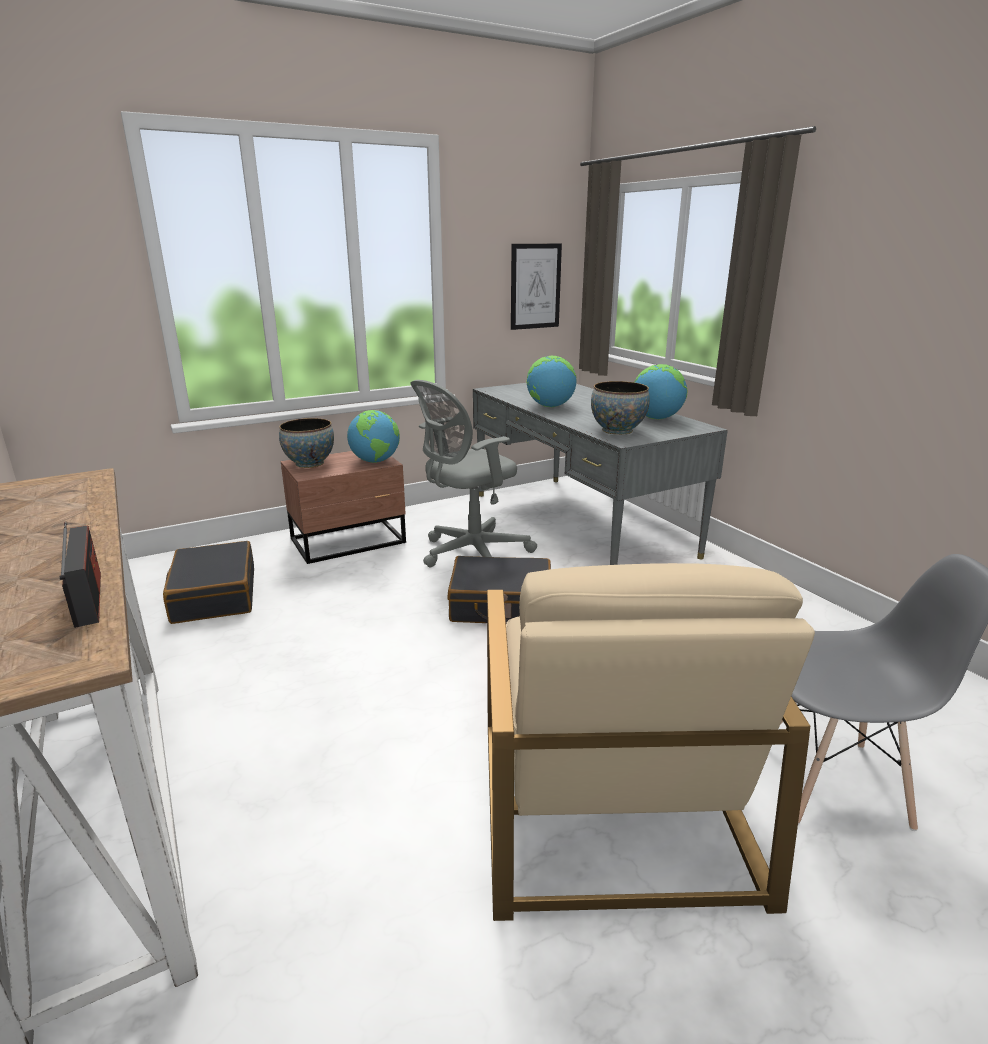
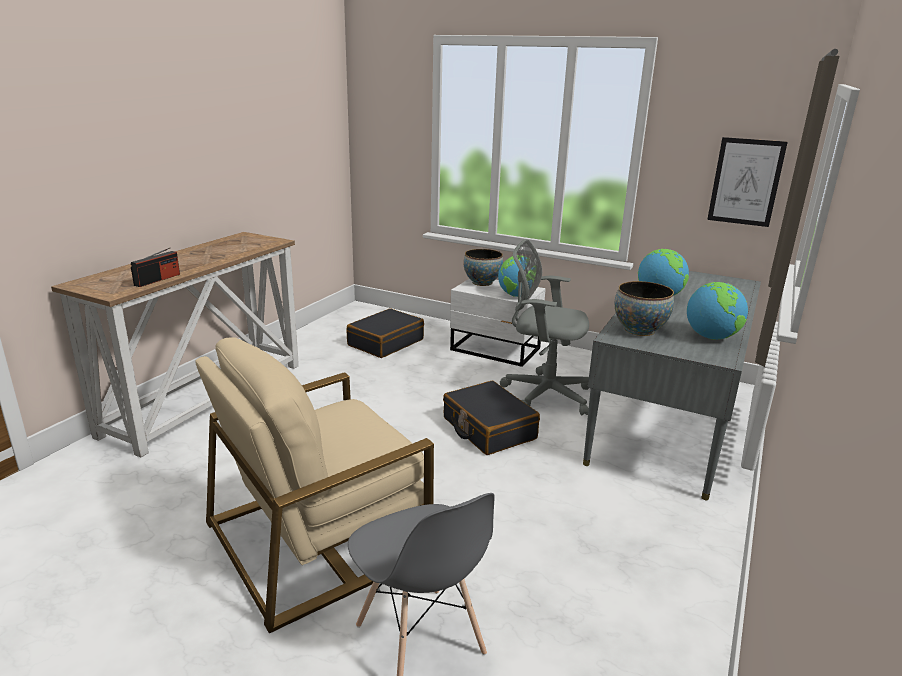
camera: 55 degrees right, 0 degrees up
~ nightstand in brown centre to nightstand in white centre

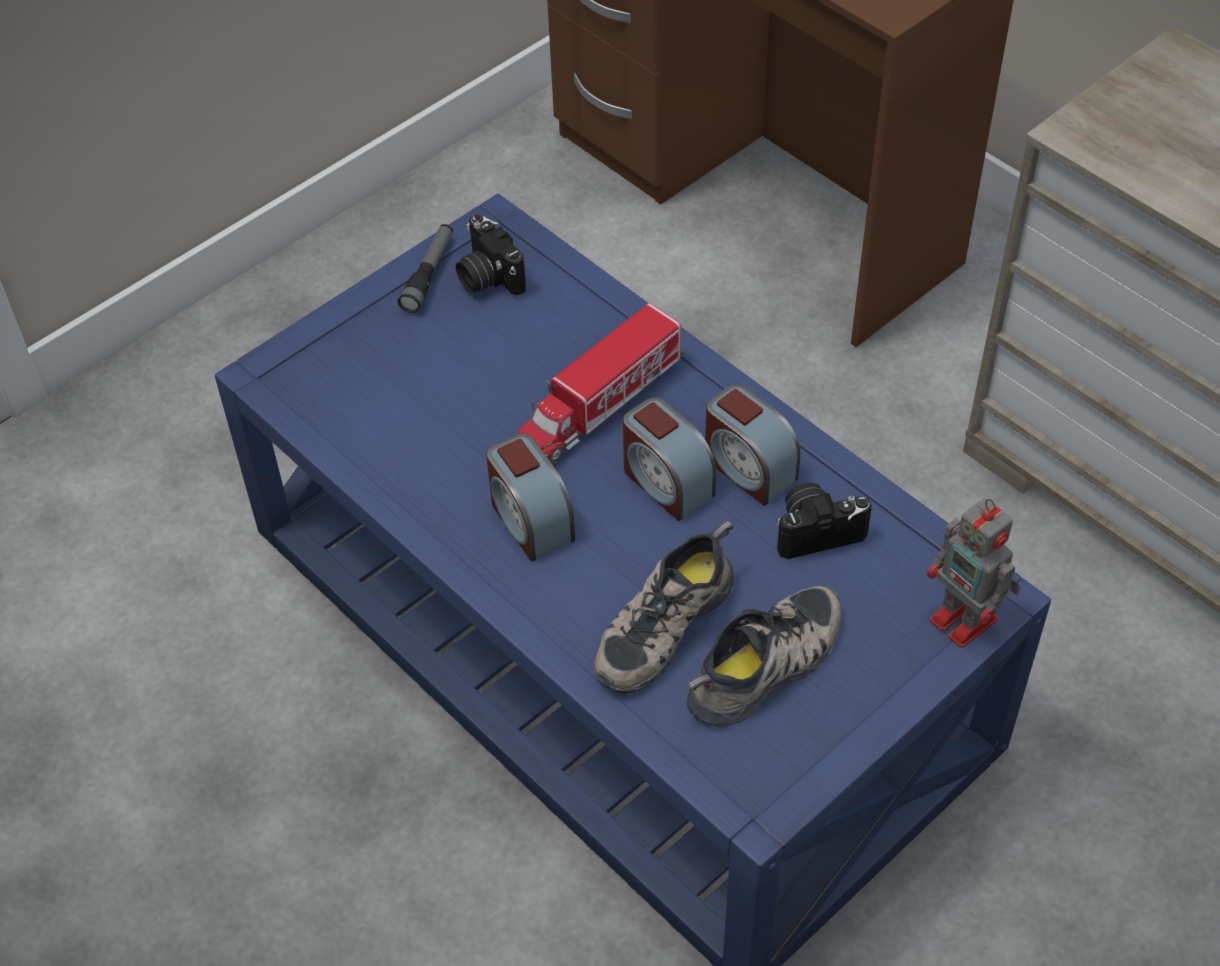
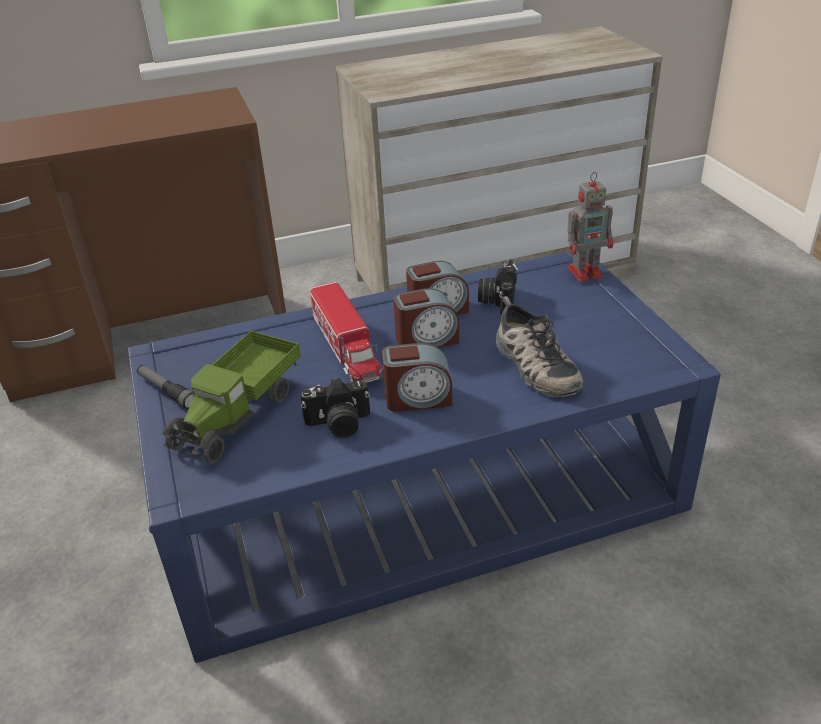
camera: 65 degrees left, 15 degrees down
+ toy truck (no. 1 from left) middle left
~ photo camera (no. 1 from left) top centre to centre
- shoe (no. 2 from left) bottom centre

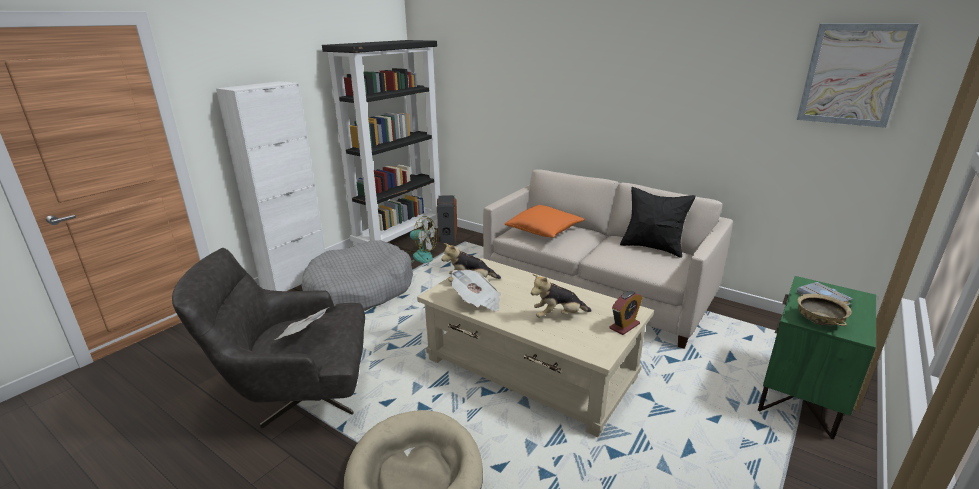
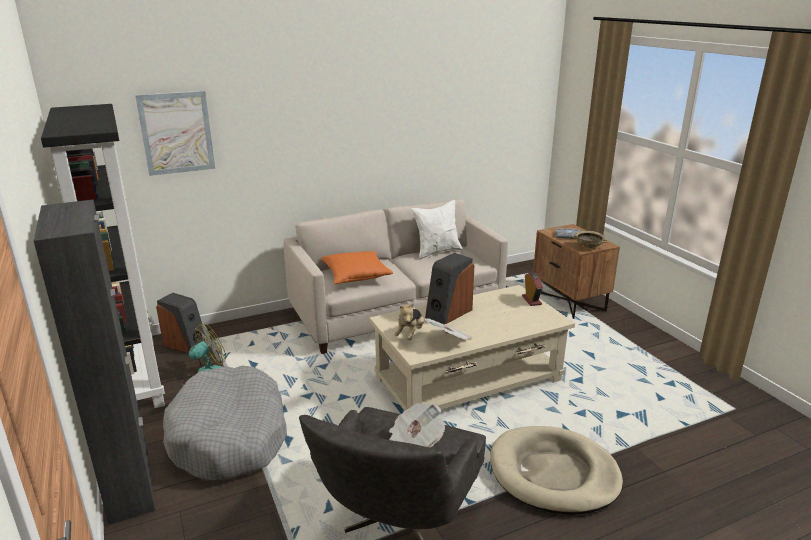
camera: 60 degrees left, 0 degrees up
~ cabinet in white middle left to cabinet in black bottom left
~ picture top right to top left
~ pillow in black middle right to pillow in white centre
+ speaker (no. 2 from left) centre
~ nightstand in green bottom right to nightstand in brown middle right
- plush toy (no. 2 from left) centre

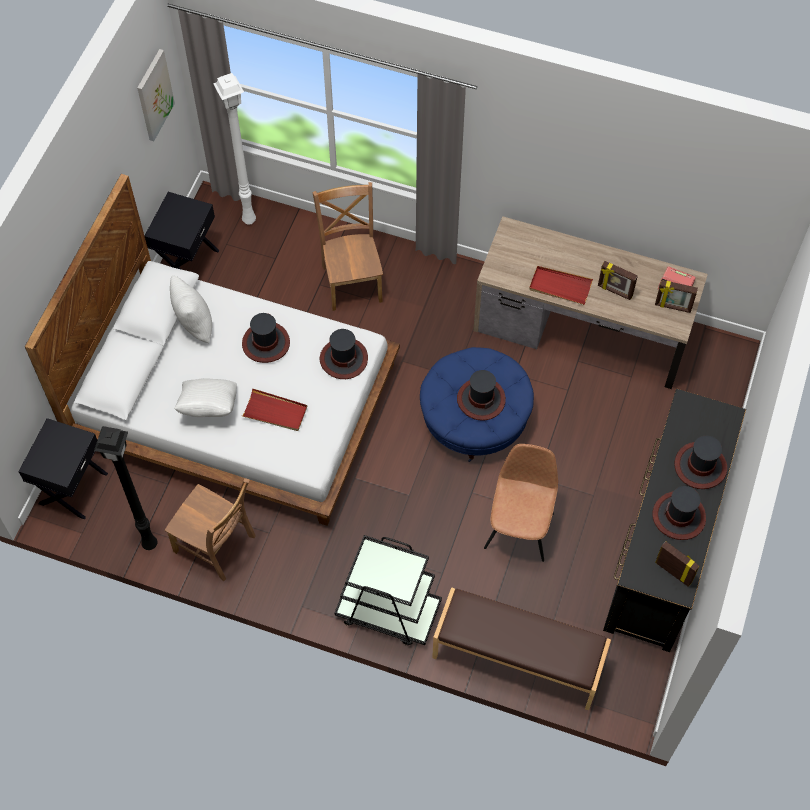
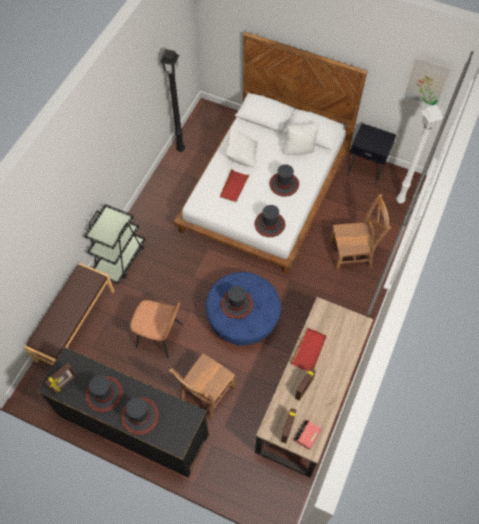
camera: 95 degrees right, 0 degrees up
~ chair in brown (no. 1 from left in the first image) middle left to chair in brown (no. 2 from left) bottom centre
- nightstand in black (no. 1 from left) middle left

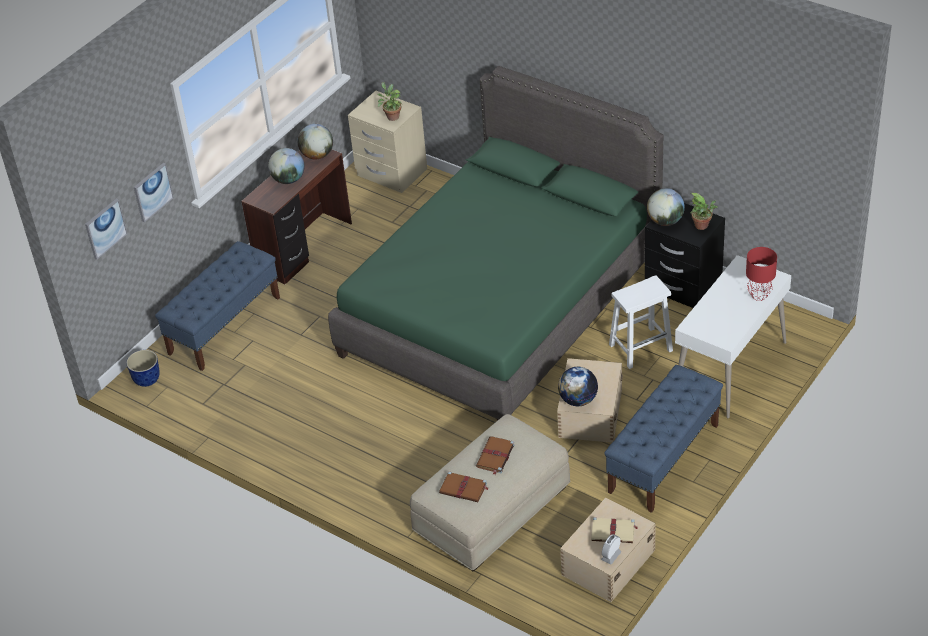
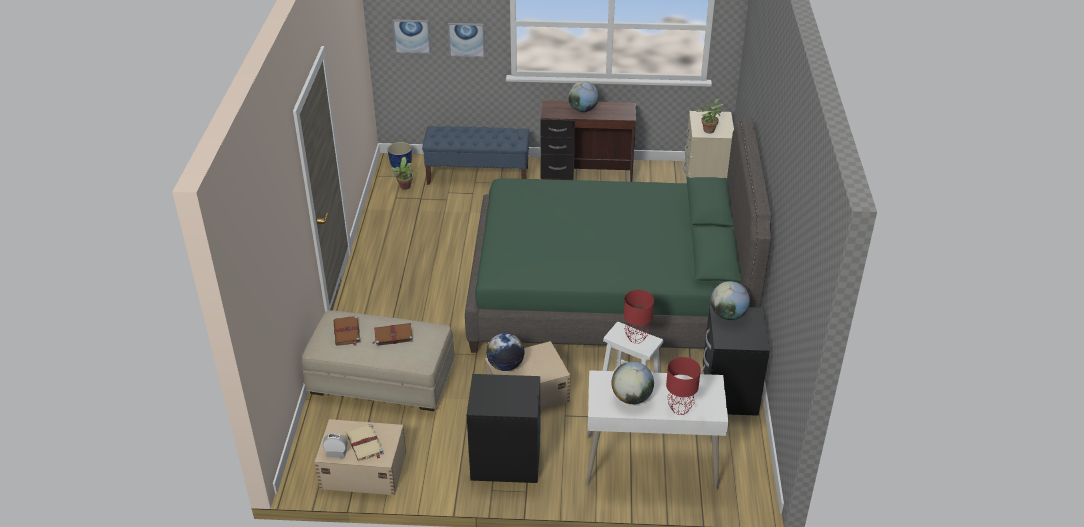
camera: 55 degrees right, 5 degrees down
~ potted plant (no. 2 from left in the first image) top right to potted plant (no. 1 from left) top centre
~ bench in blue (no. 2 from left) bottom right to nightstand in black (no. 1 from left) bottom centre
~ globe (no. 2 from left in the first image) top centre to globe (no. 3 from left) bottom centre
+ table lamp in red (no. 1 from left) centre

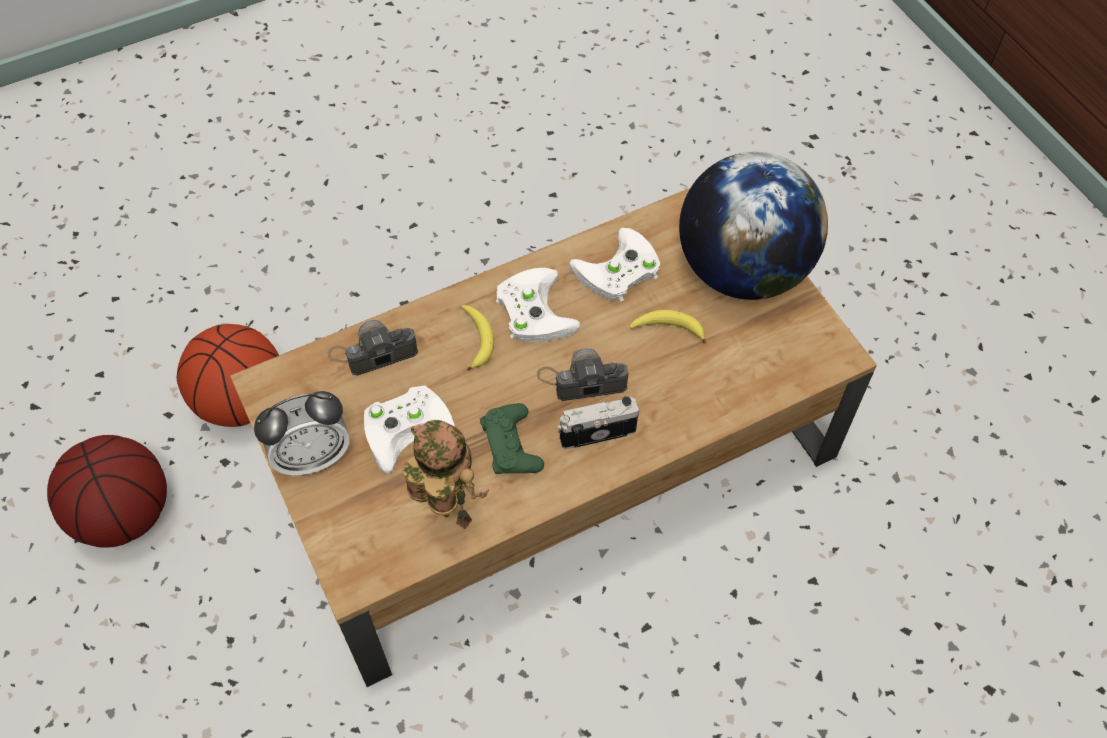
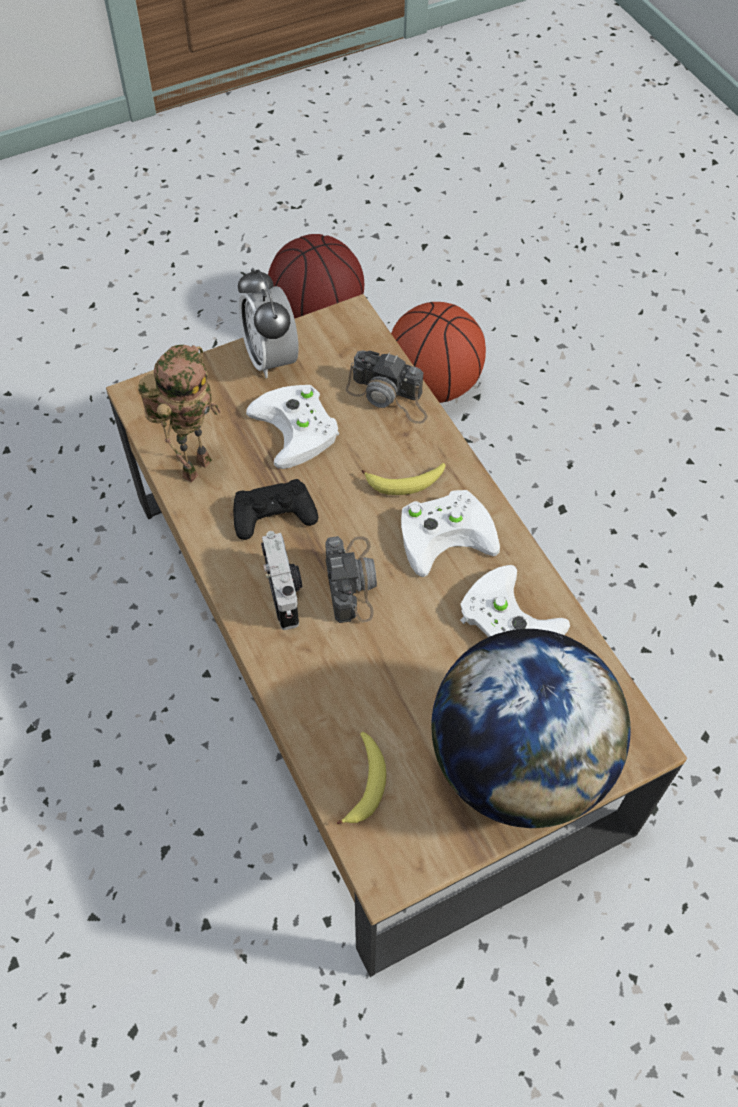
camera: 90 degrees right, 0 degrees up
~ game controller in green centre to game controller in black centre
~ banana (no. 2 from left in the first image) centre to banana (no. 1 from left) bottom centre
~ photo camera (no. 1 from left in the first image) centre = centre 135 degrees clockwise

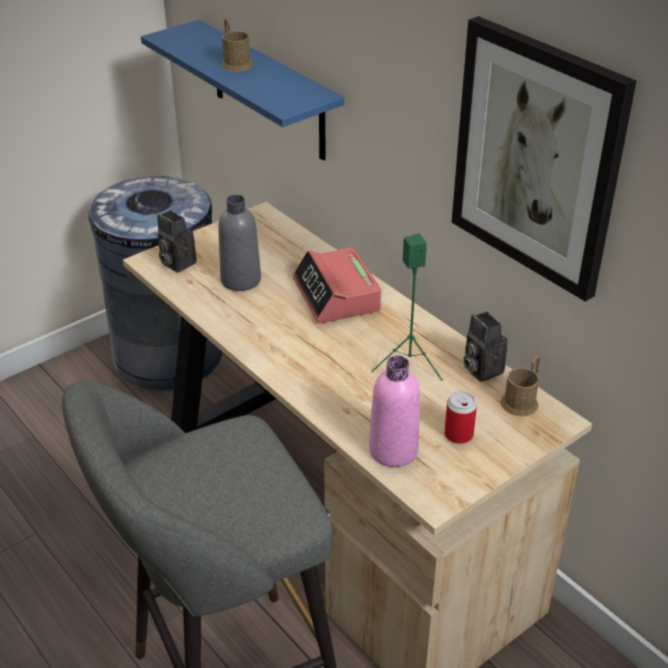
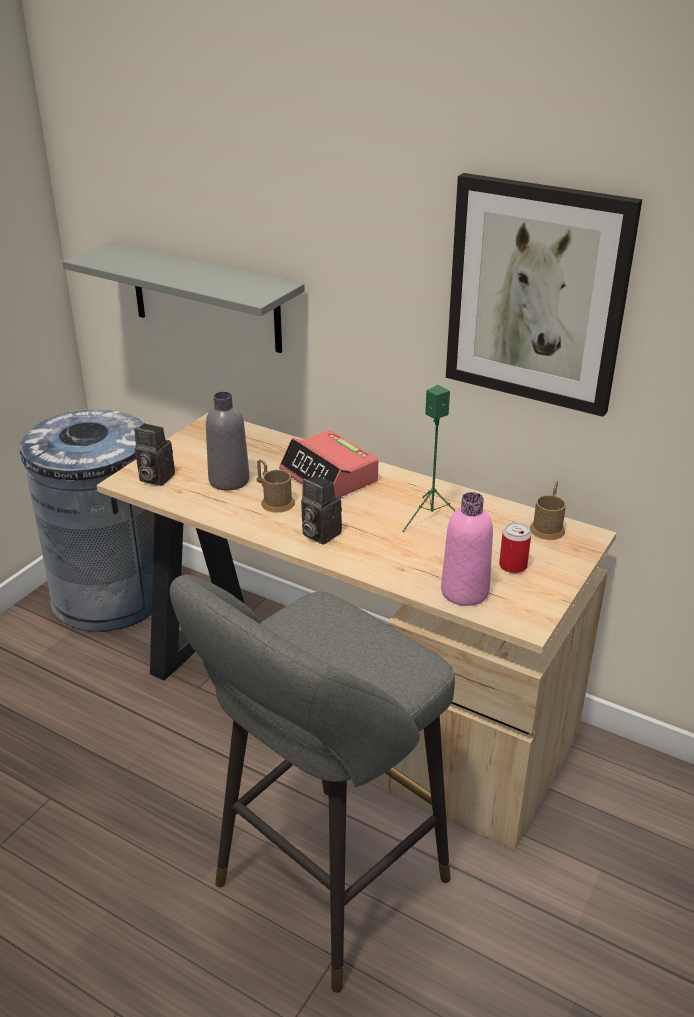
camera: 20 degrees left, 5 degrees down
~ shelf in blue top centre to shelf in grey top left
~ mug in brown (no. 1 from left) top centre to centre
~ photo camera (no. 2 from left) middle right to centre

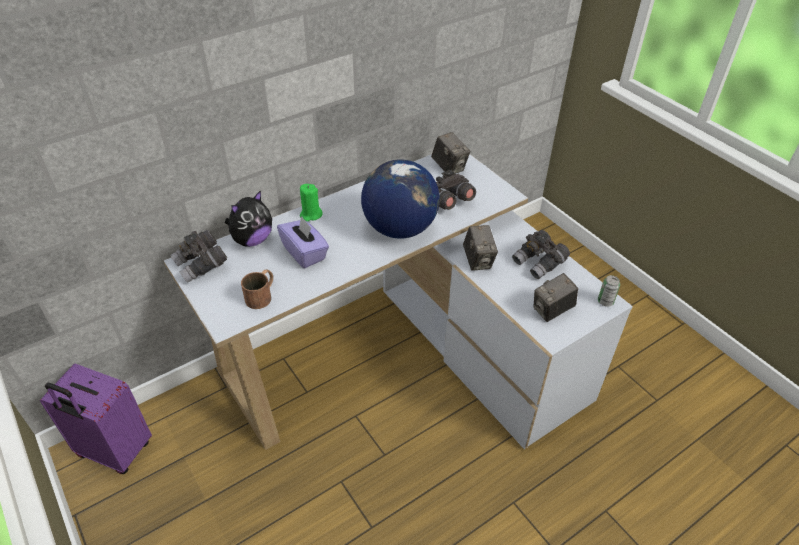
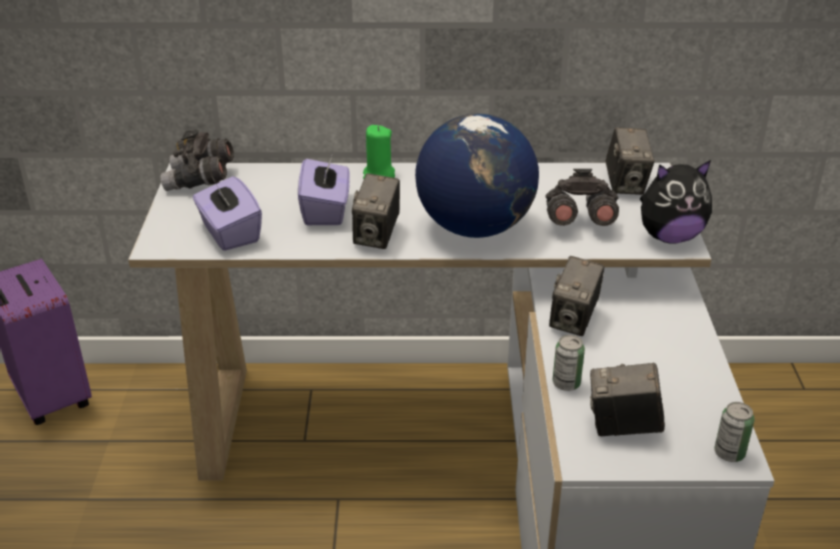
camera: 35 degrees right, 10 degrees down
~ mug in brown middle left to tissue box in purple (no. 1 from left) middle left
+ photo camera (no. 1 from left) centre
+ can (no. 1 from left) middle right
~ plush toy middle left to middle right
- binoculars in grey (no. 3 from left) middle right

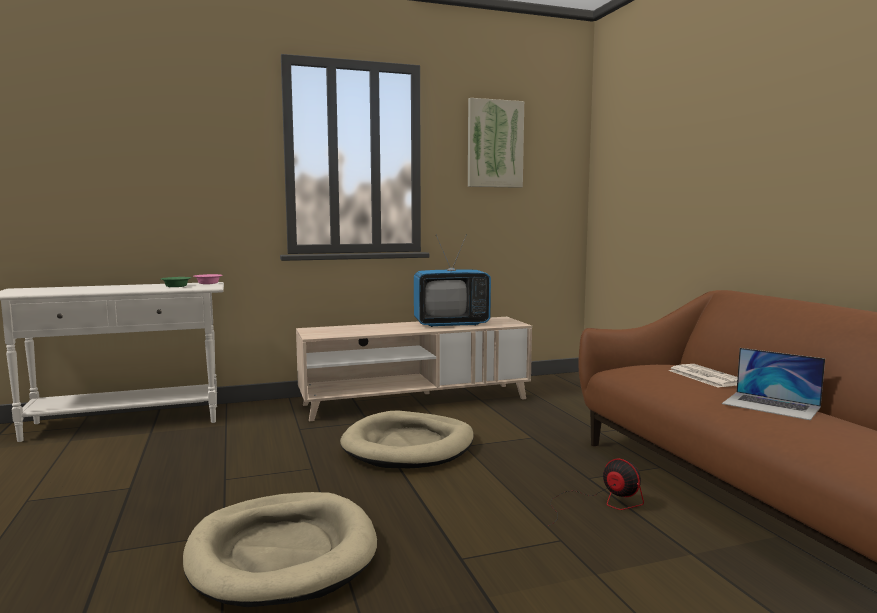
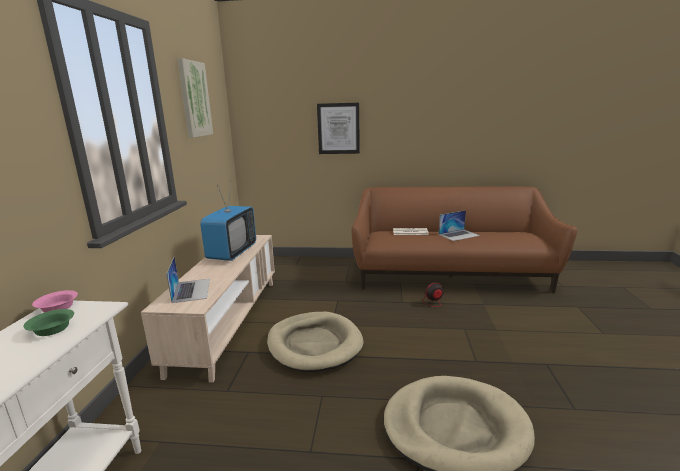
camera: 65 degrees left, 10 degrees up
+ laptop (no. 1 from left) middle left
+ picture (no. 2 from left) top centre

